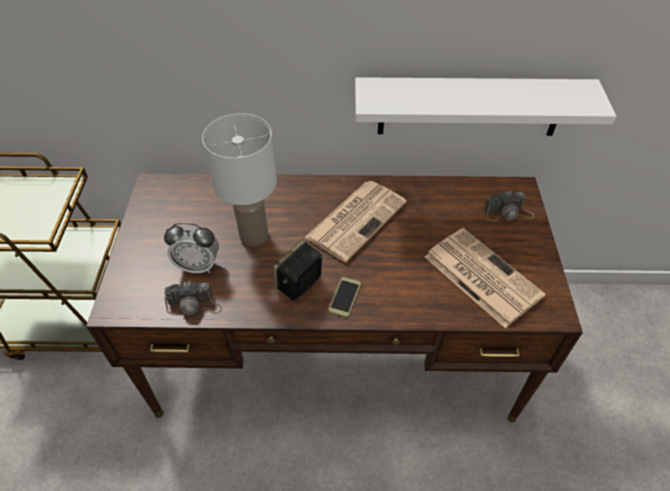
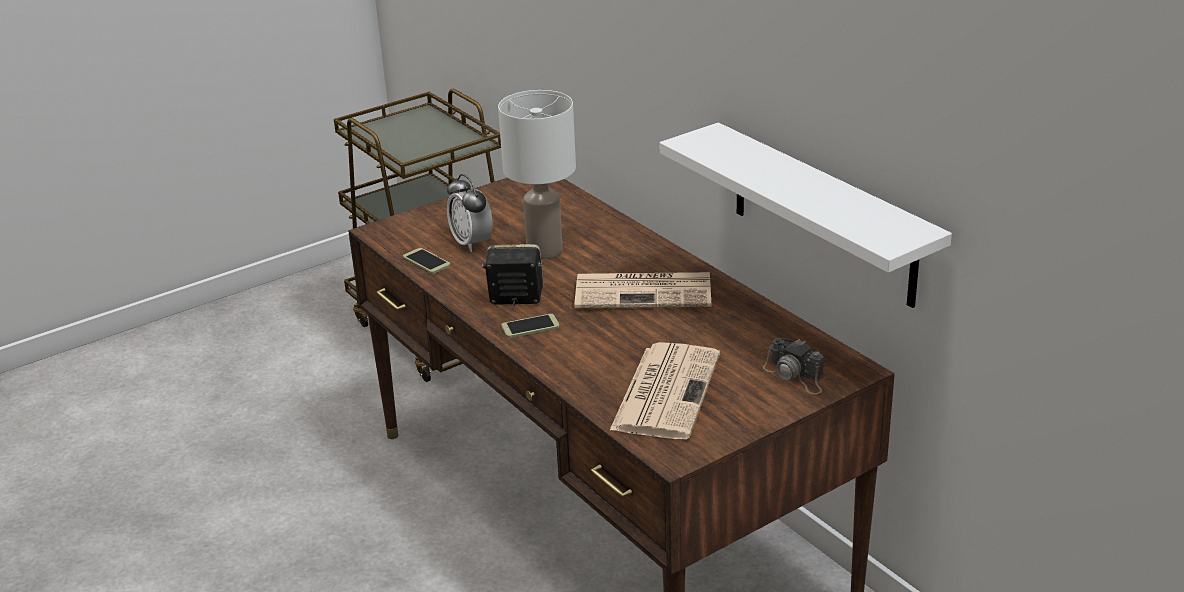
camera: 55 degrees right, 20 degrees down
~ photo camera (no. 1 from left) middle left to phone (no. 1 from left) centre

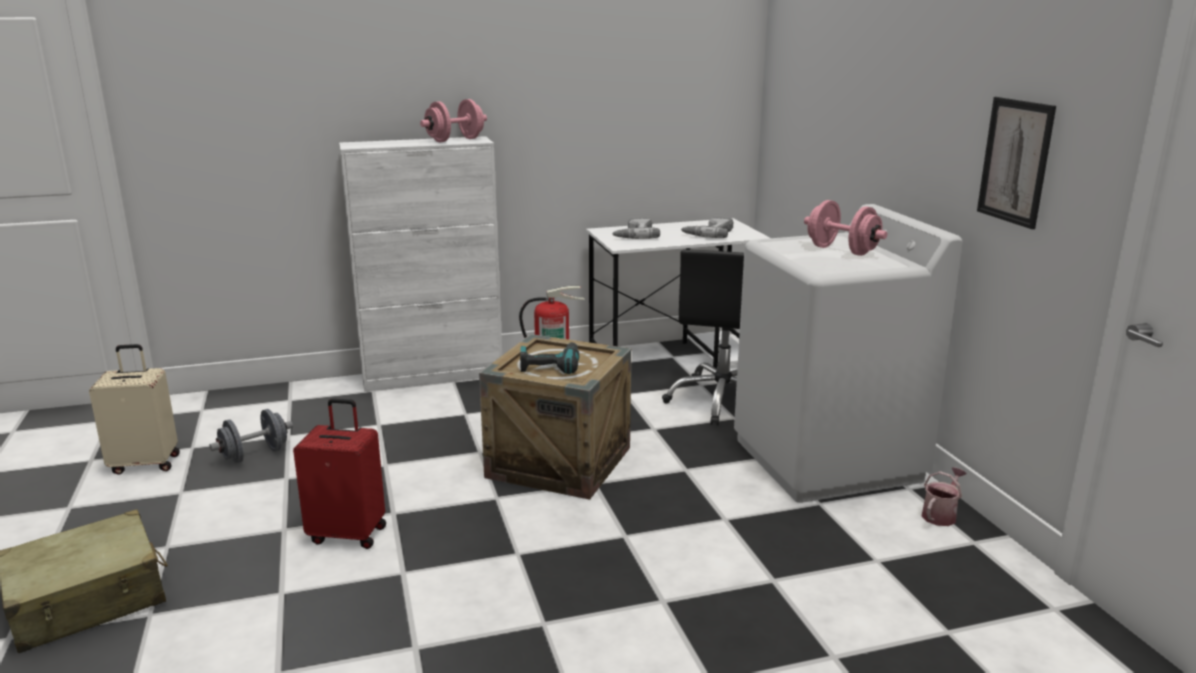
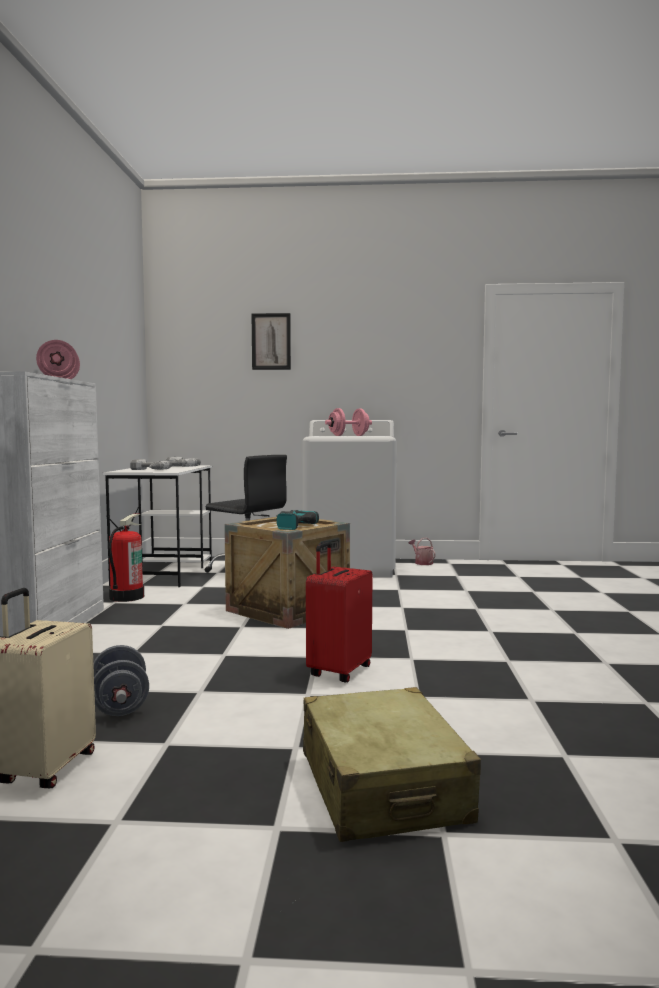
camera: 70 degrees left, 15 degrees down
~ picture top right to centre

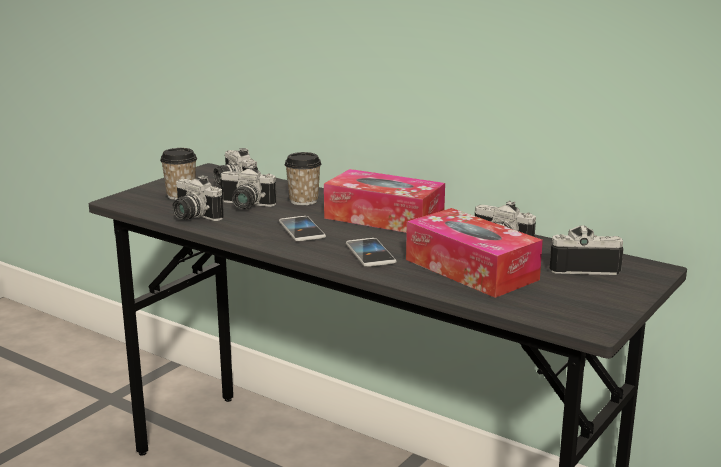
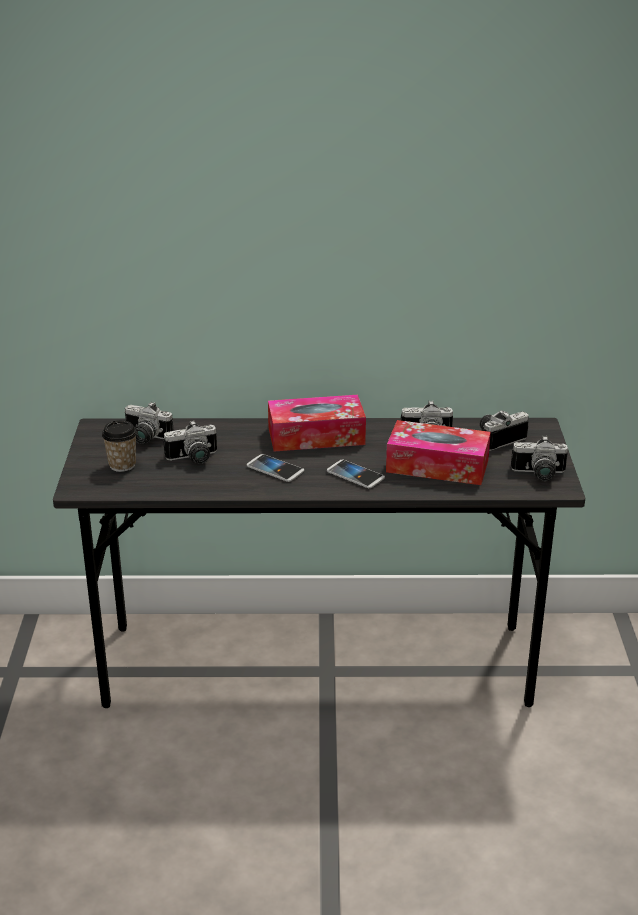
camera: 35 degrees left, 10 degrees up
~ photo camera (no. 1 from left in the first image) middle left to photo camera (no. 5 from left) middle right
- cup (no. 2 from left) centre

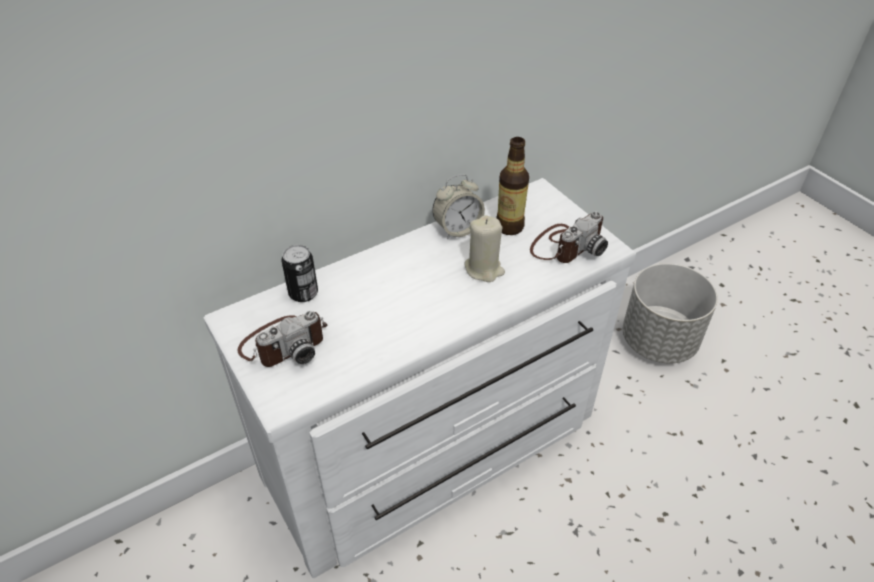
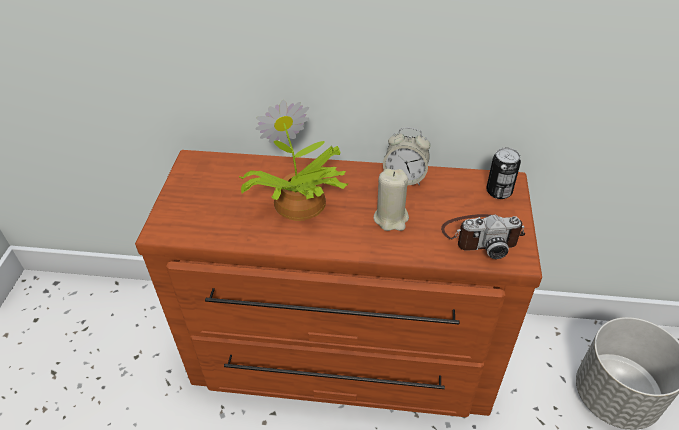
camera: 40 degrees right, 0 degrees up
~ dresser in white centre to dresser in brown centre
+ potted plant centre
~ can centre to middle right
- photo camera (no. 1 from left) middle left
- bottle top centre

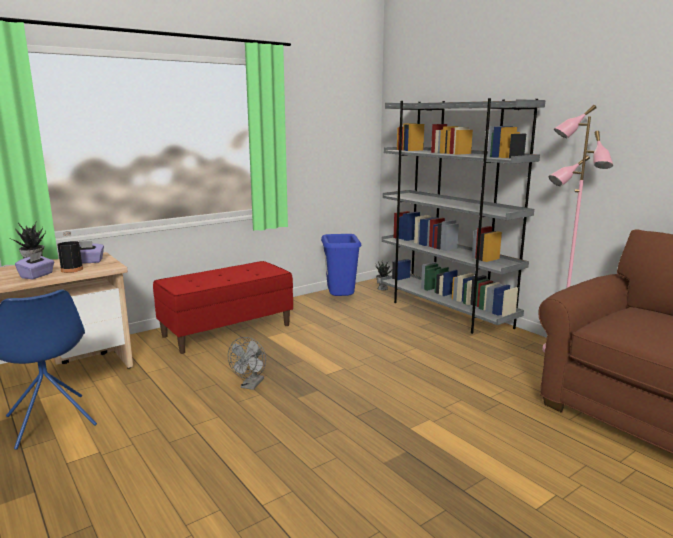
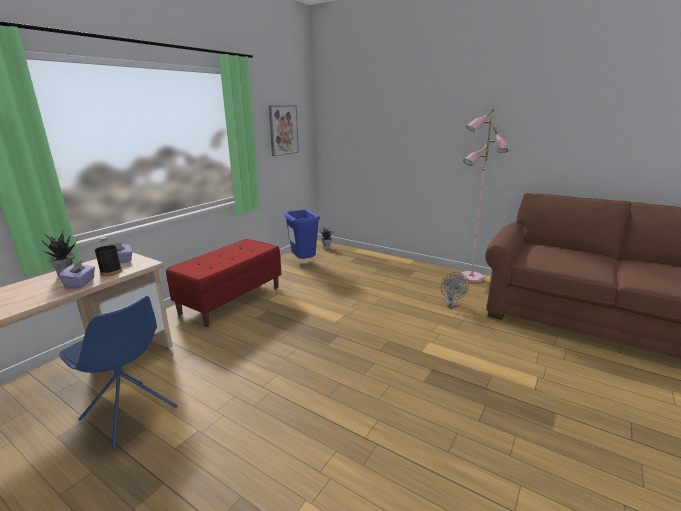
camera: 20 degrees left, 5 degrees up
+ picture top centre
~ fan in grey bottom centre to middle right
- bookcase in grey middle right

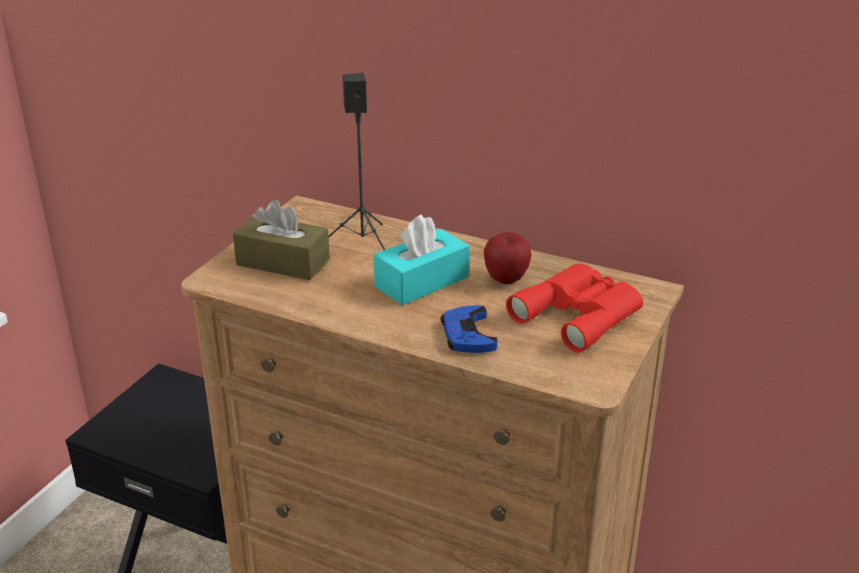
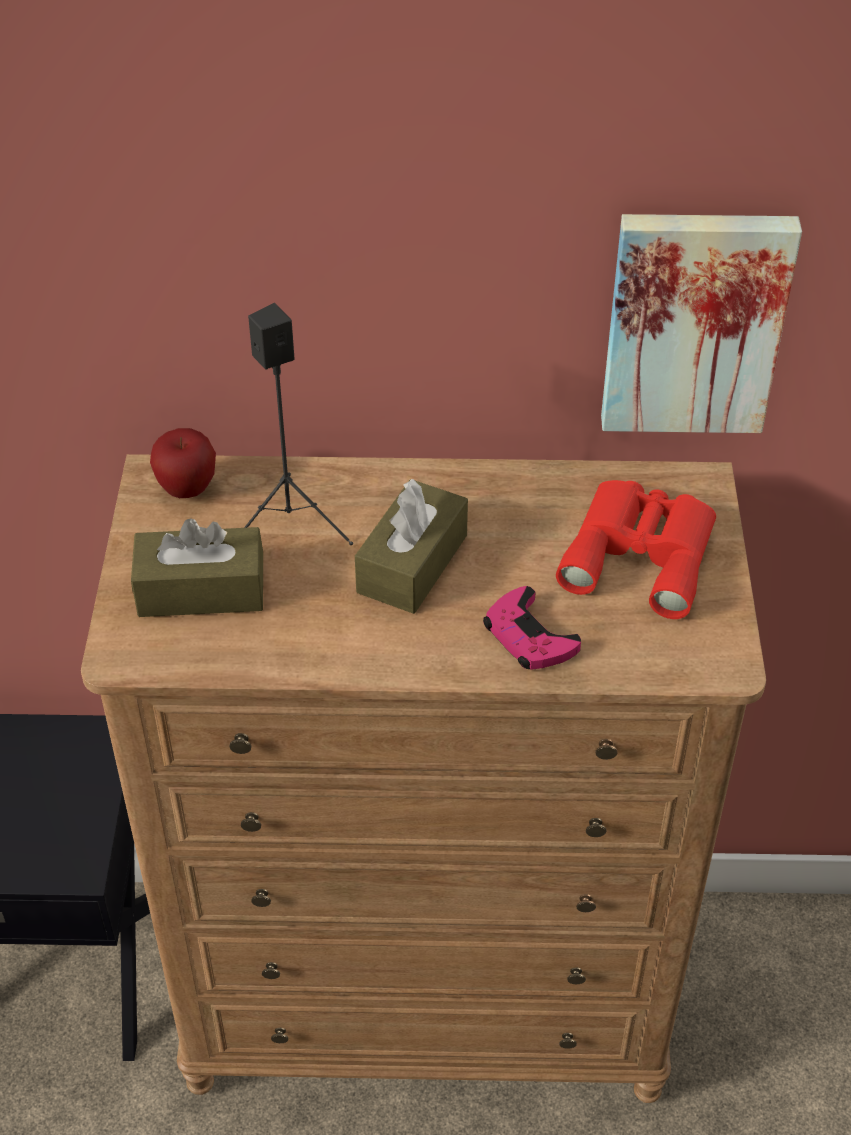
camera: 25 degrees left, 15 degrees up
~ apple centre to middle left
~ tissue box in turquoise centre to tissue box in brown (no. 2 from left) centre
~ game controller in blue centre to game controller in pink centre
+ picture top right

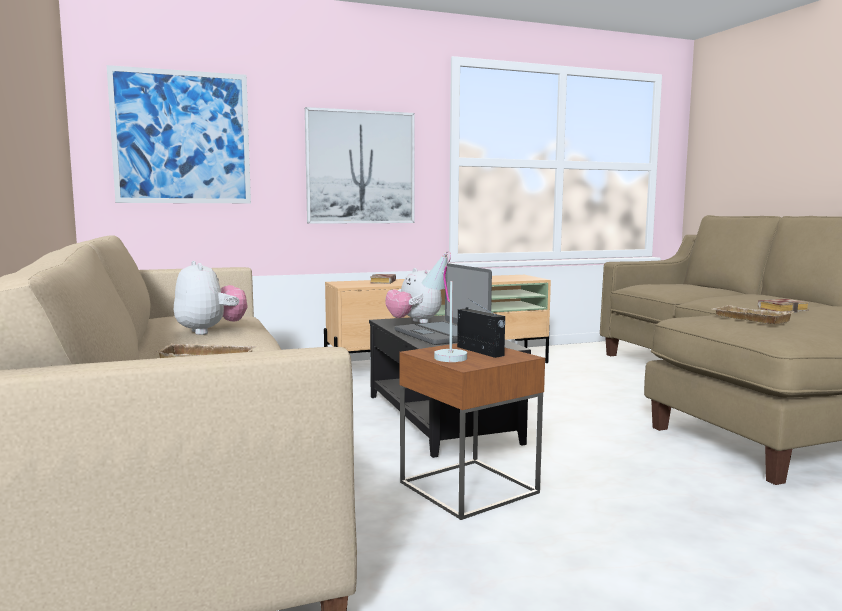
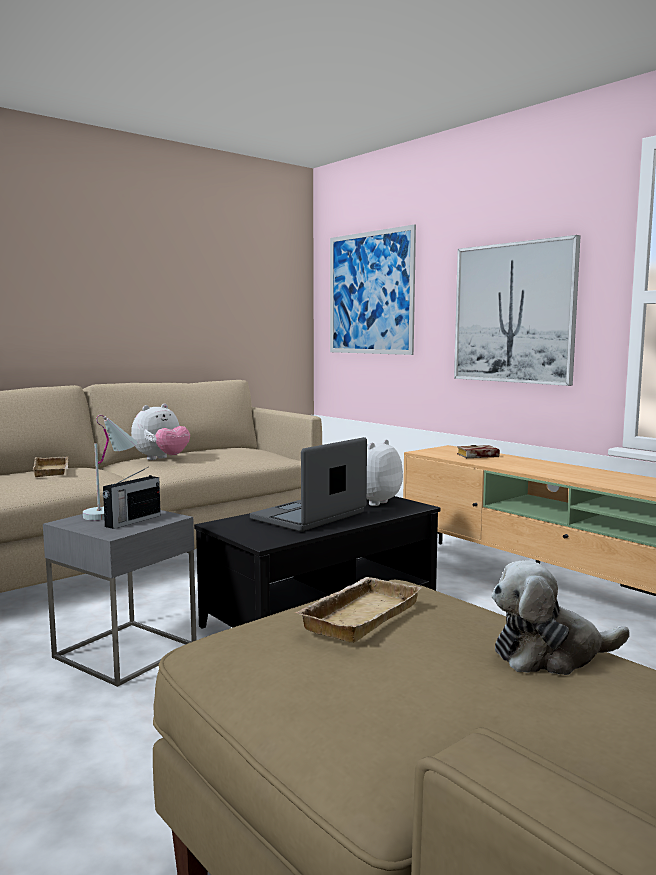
camera: 70 degrees right, 0 degrees up
~ side table in brown bottom centre to side table in grey bottom left
~ book (no. 2 from left) middle right to plush toy (no. 3 from left) bottom right

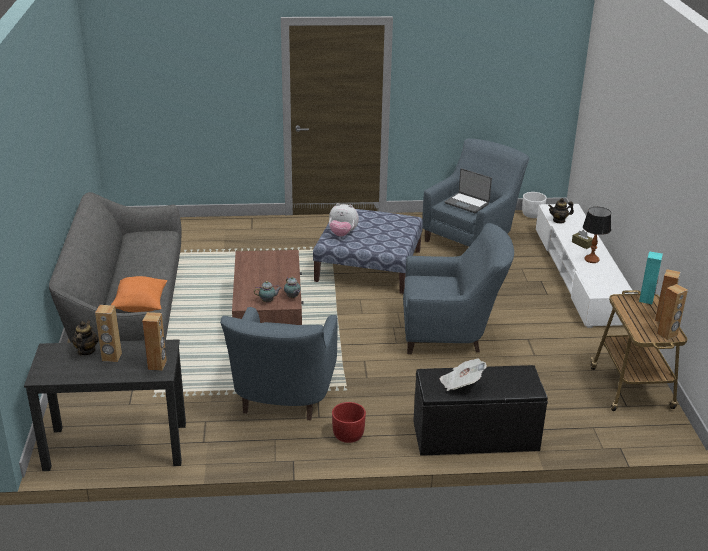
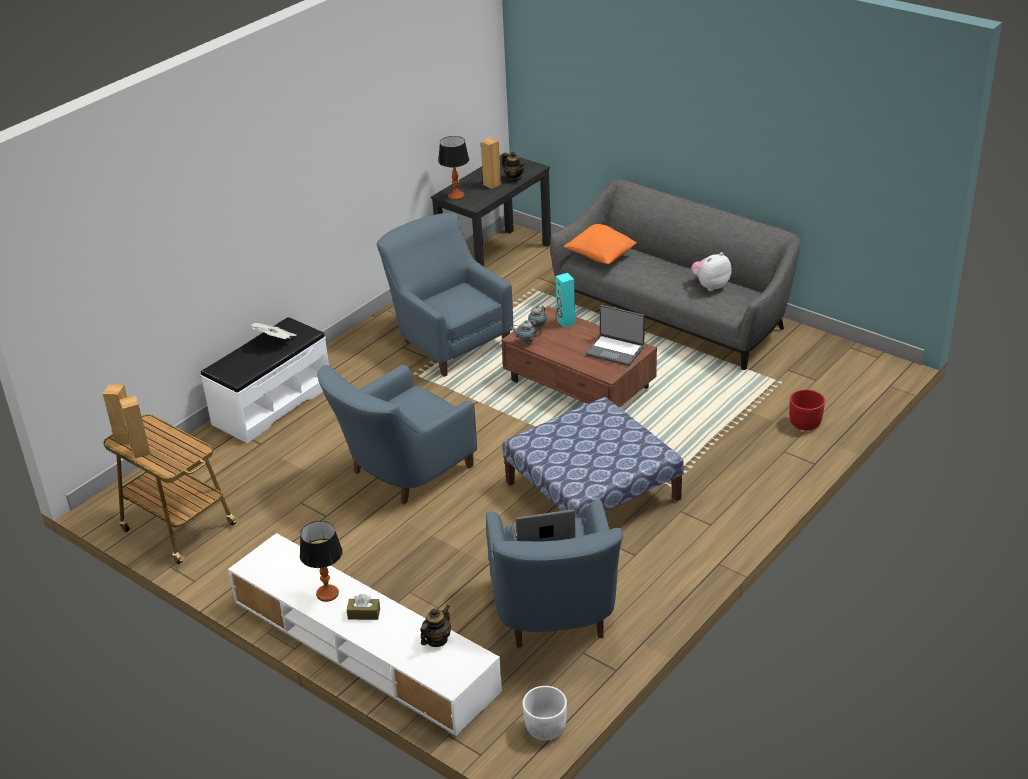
camera: 135 degrees right, 5 degrees up
~ bench in black bottom right to bench in white middle left
~ speaker in brown (no. 2 from left) middle left to table lamp (no. 2 from left) top centre
~ speaker in turquoise middle right to centre
+ laptop (no. 2 from left) centre
~ plush toy centre to middle right
~ planter in red bottom centre to middle right

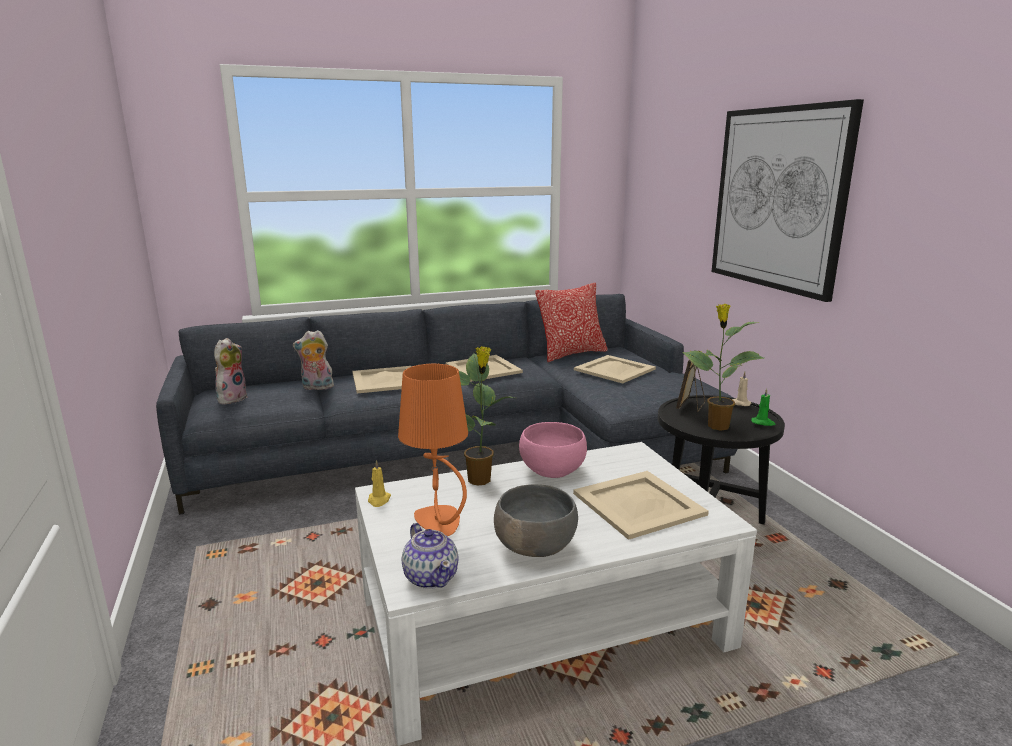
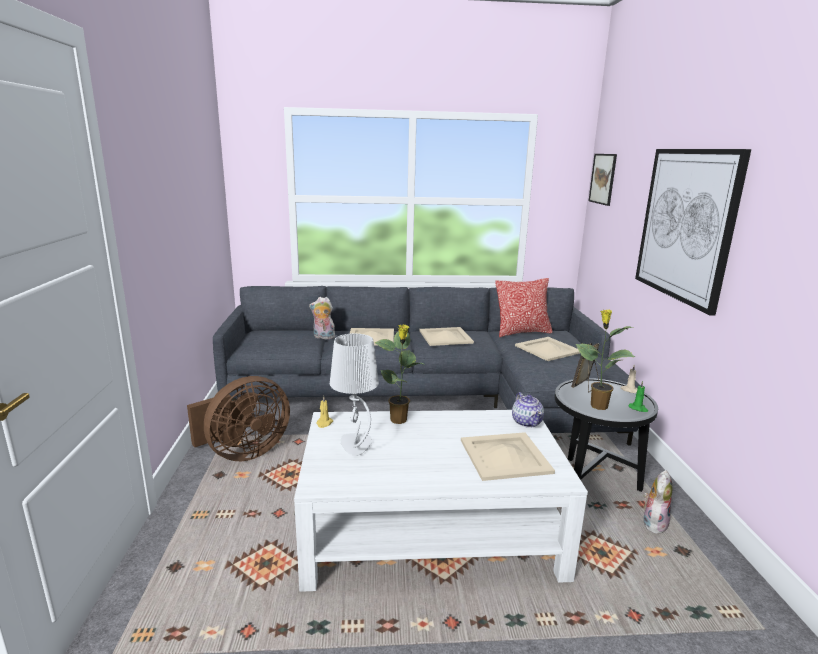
camera: 15 degrees right, 0 degrees up
+ fan in brown middle left
~ table lamp in orange centre to table lamp in grey centre
~ teapot bottom centre to centre
+ picture (no. 1 from left) top right
~ plush toy (no. 1 from left in the first image) middle left to plush toy (no. 2 from left) bottom right
- bowl in grey bottom centre
- bowl in pink centre

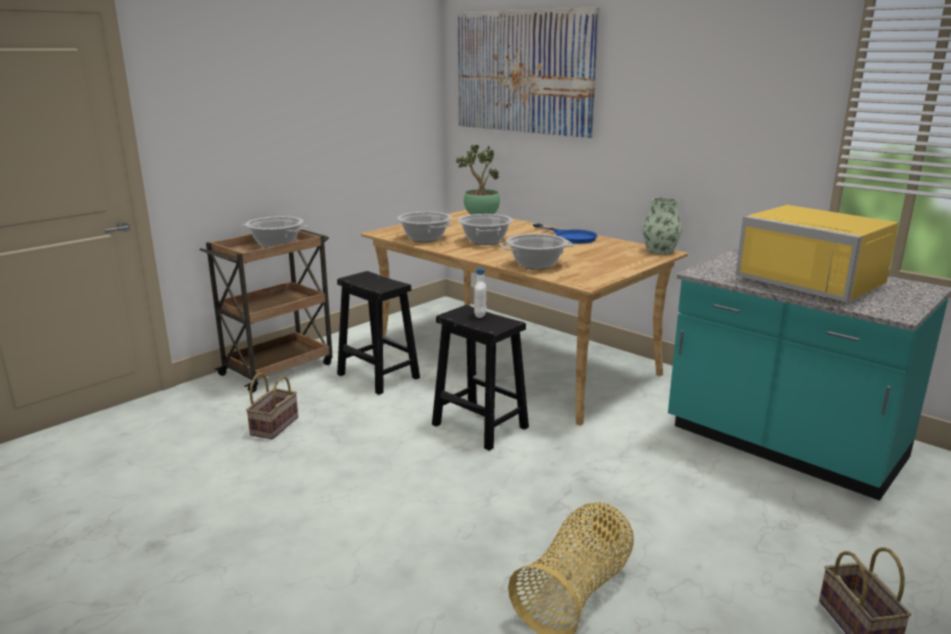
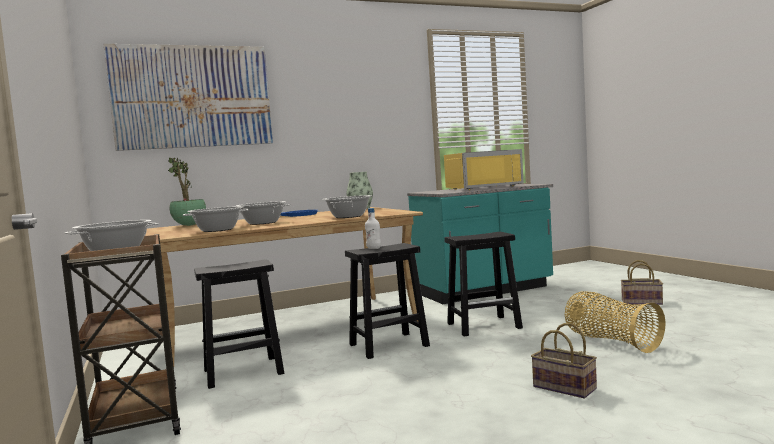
camera: 65 degrees left, 15 degrees down
+ stool in black (no. 3 from left) centre
~ basket (no. 1 from left) middle left to bottom right

